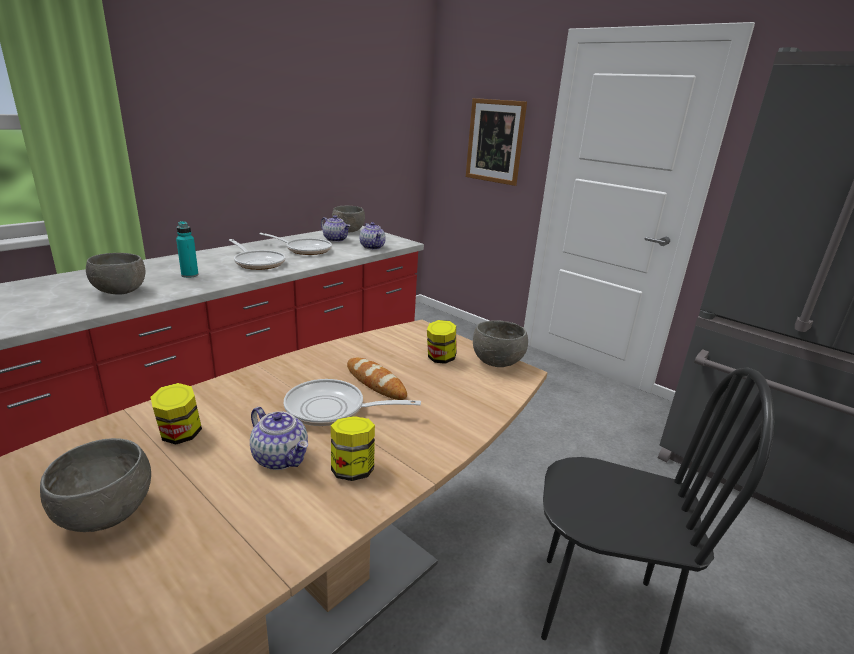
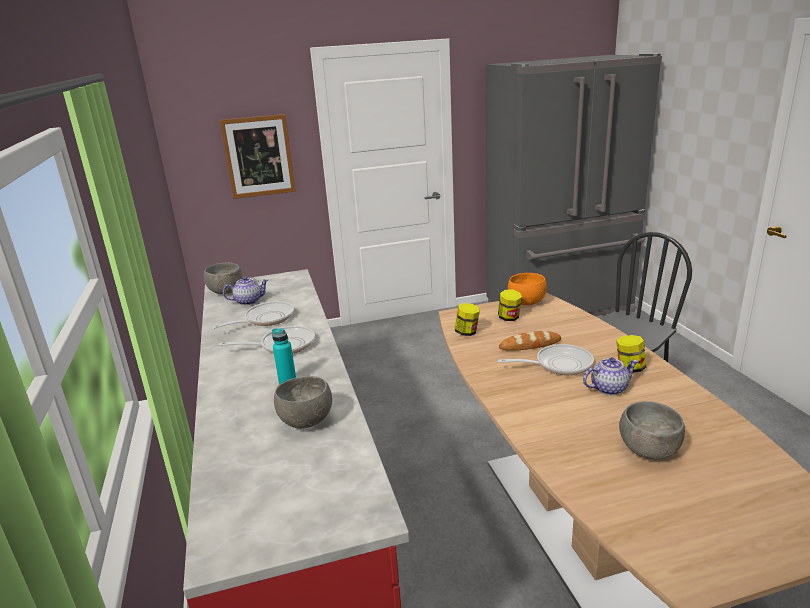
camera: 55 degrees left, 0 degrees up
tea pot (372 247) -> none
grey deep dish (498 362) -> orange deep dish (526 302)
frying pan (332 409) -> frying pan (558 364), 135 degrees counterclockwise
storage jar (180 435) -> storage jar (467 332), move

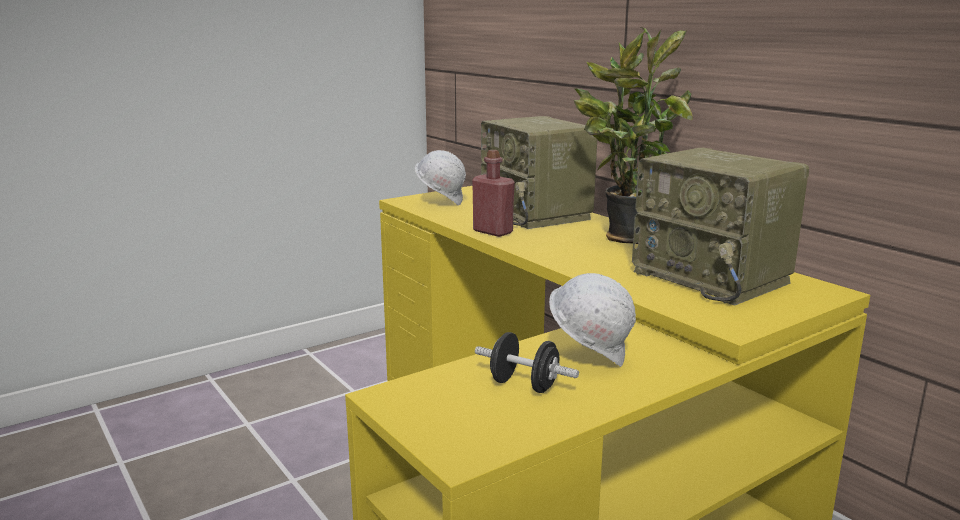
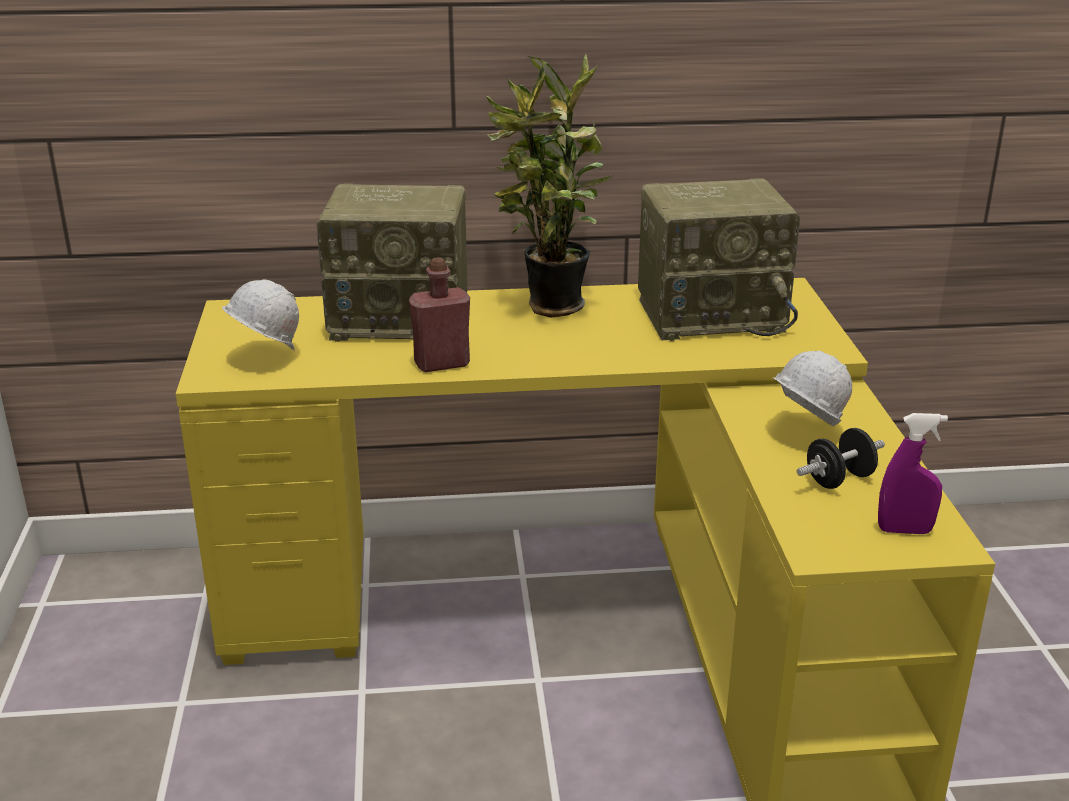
camera: 60 degrees left, 10 degrees up
none -> purplish spray bottle (904 530)

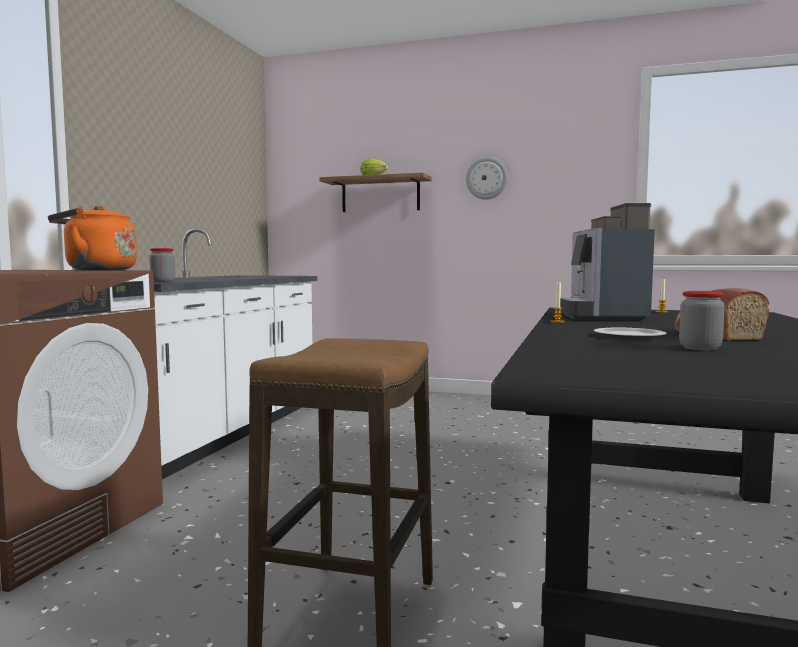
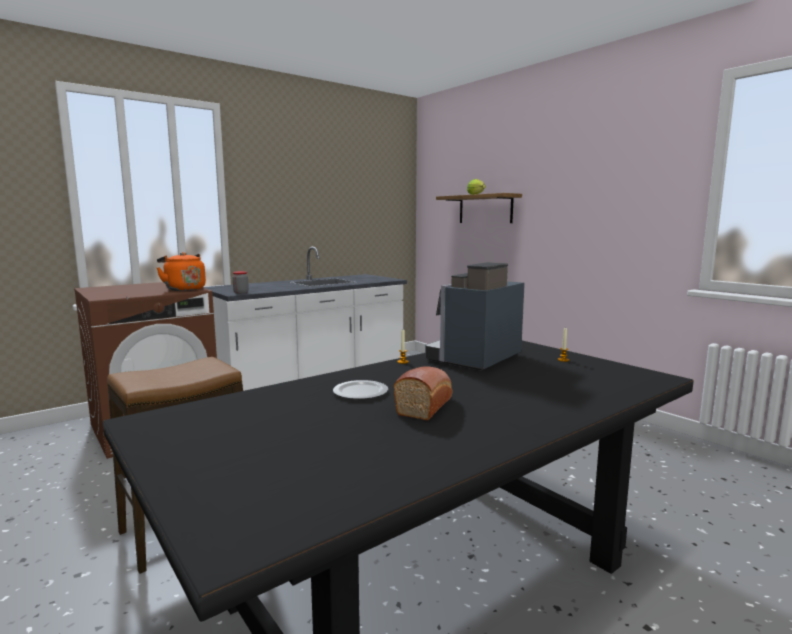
camera: 35 degrees right, 5 degrees up
clock on the wall (486 178) -> none
storage jar (700 348) -> none

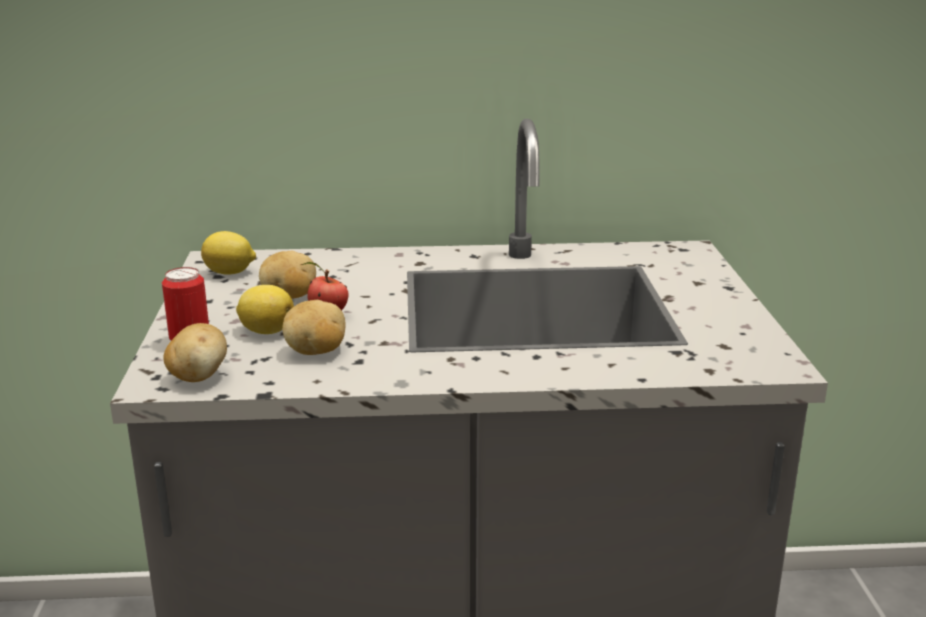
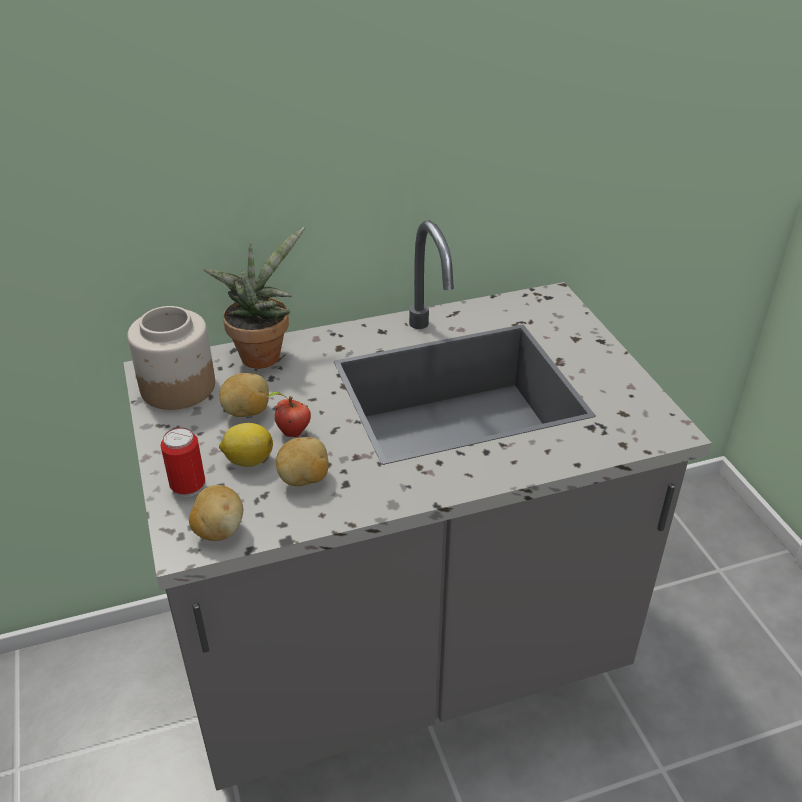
camera: 15 degrees left, 15 degrees up
citrus fruit (230 273) -> storage jar (177 387)
none -> plant in a pot (262 353)

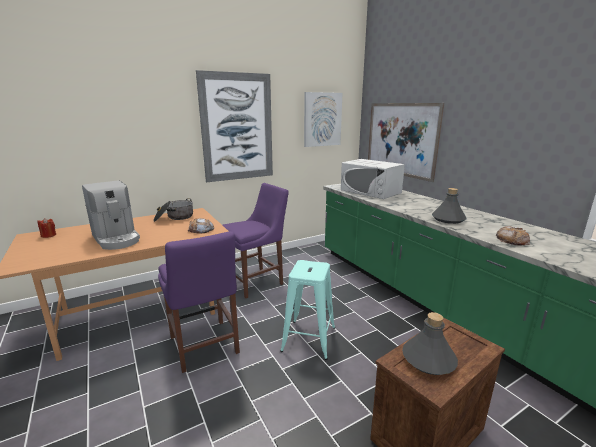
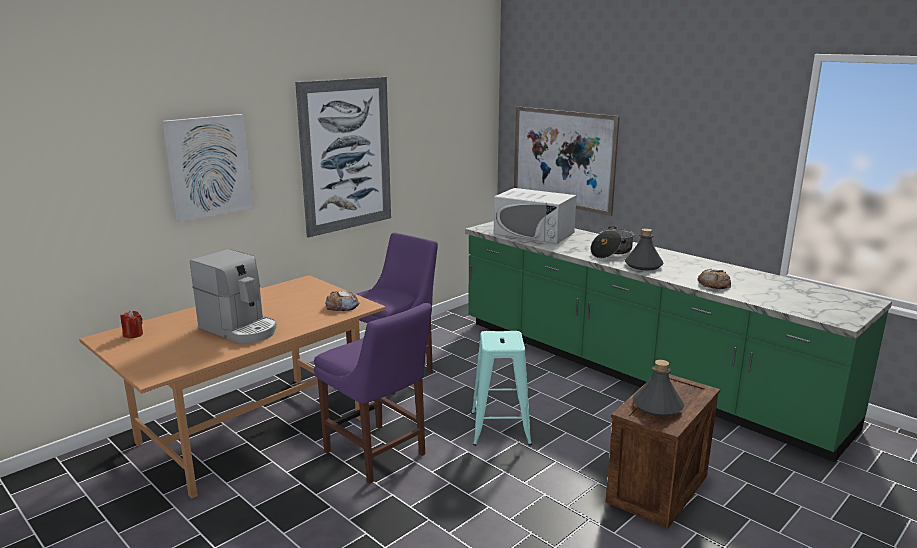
camera: 15 degrees left, 0 degrees up
picture (322 119) -> picture (208 166), move
saucepot (174 217) -> saucepot (611 252), move

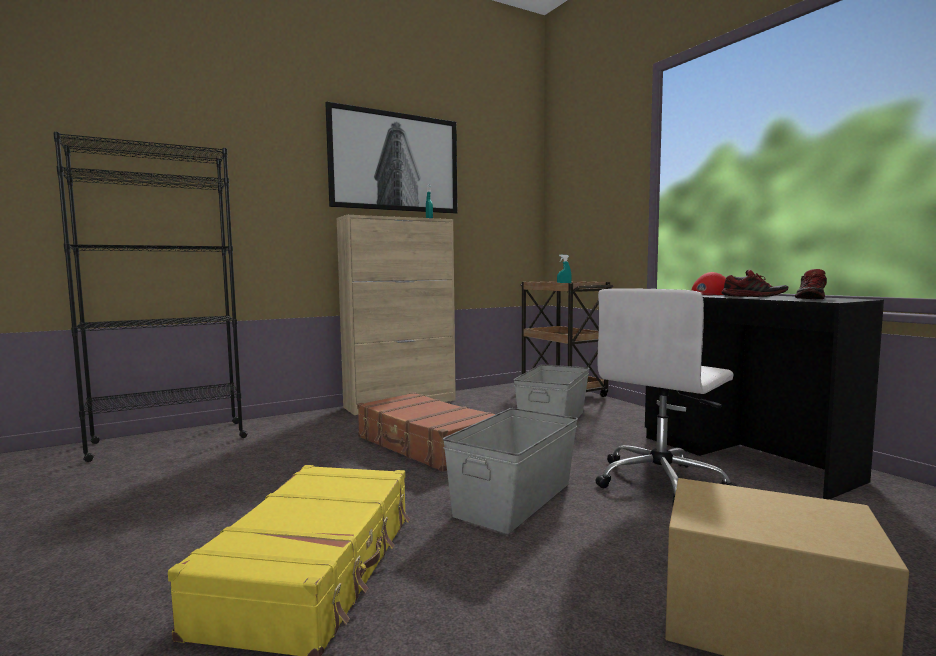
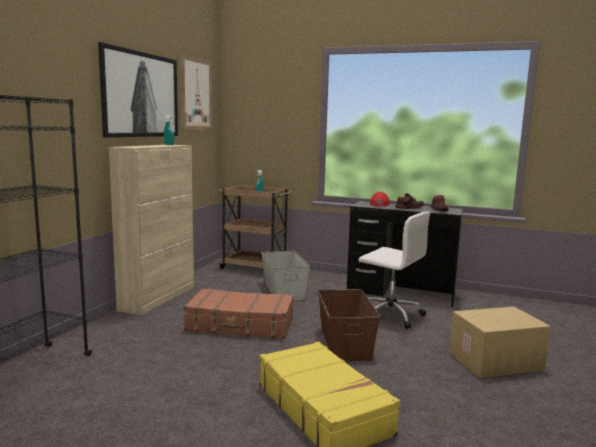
camera: 40 degrees left, 5 degrees up
whitish computer chair (661 482) -> whitish computer chair (389 315), 60 degrees counterclockwise
grey storage box (515 499) -> brownish storage box (345 342)
none -> picture (196 94)

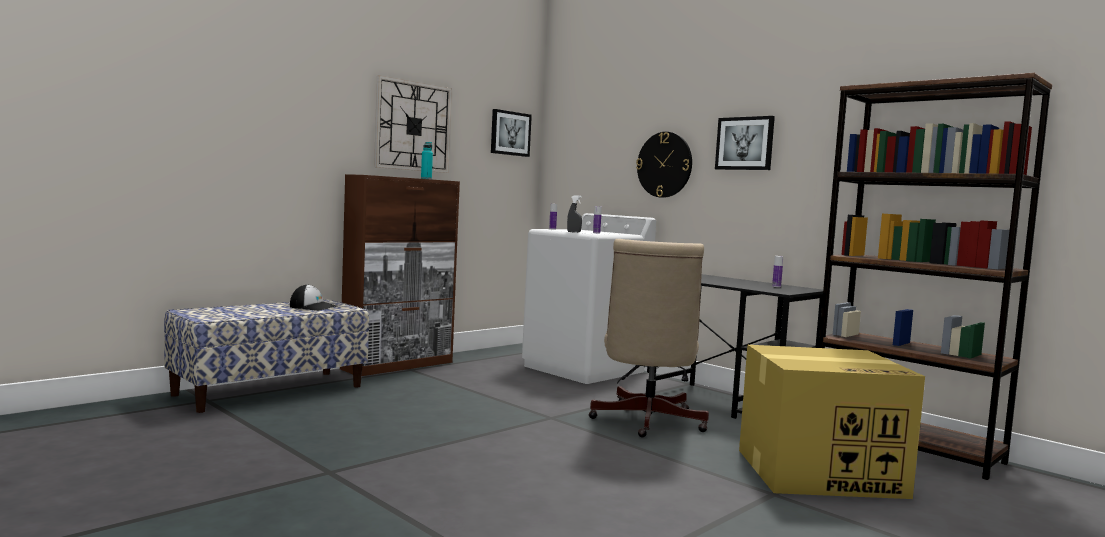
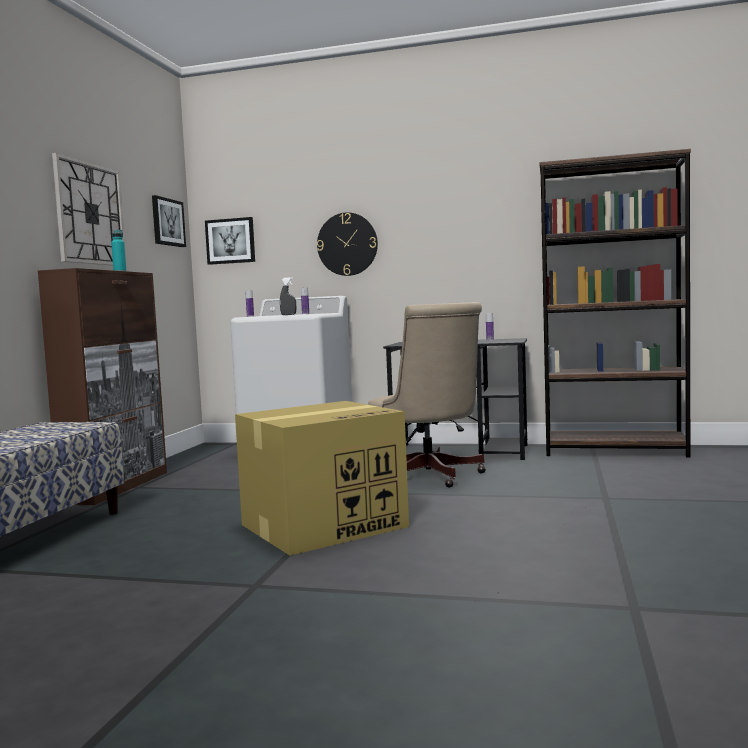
camera: 30 degrees left, 0 degrees up
picture (745 143) -> picture (230 241), move
cap (313 307) -> none
cardboard box (821 472) -> cardboard box (325 525), move

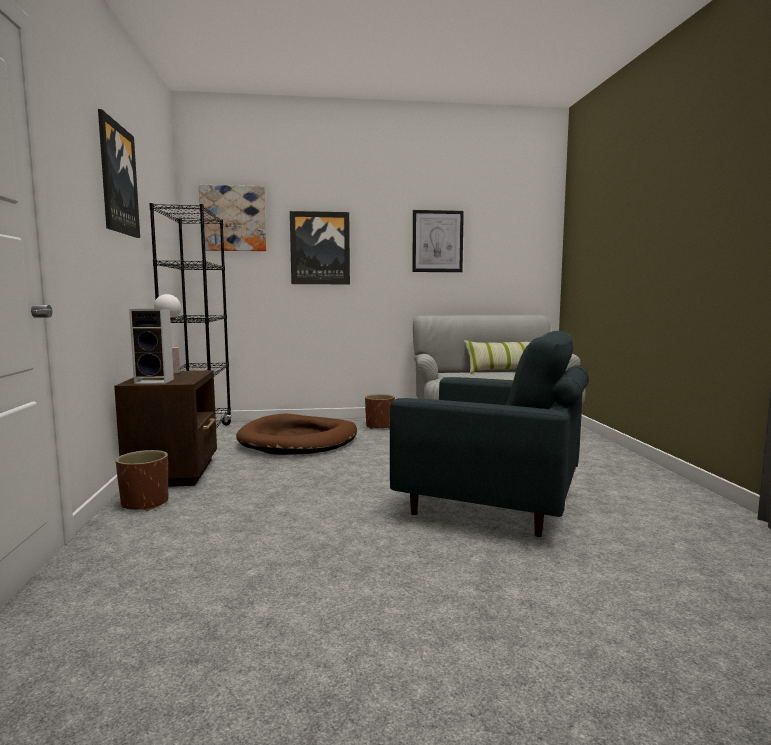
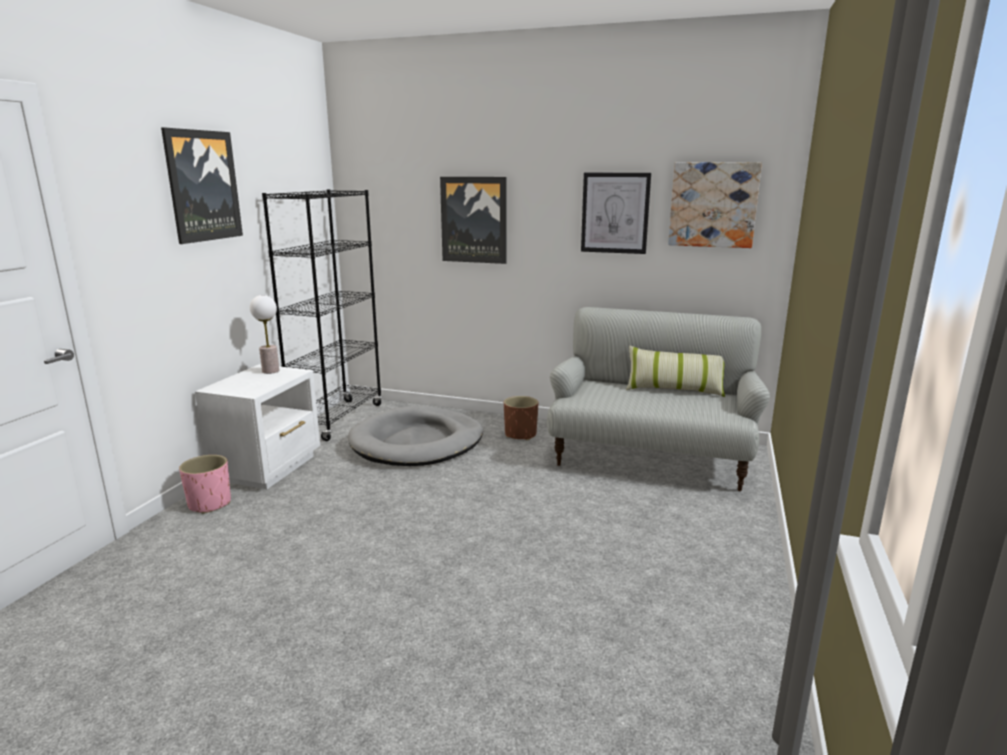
camera: 25 degrees right, 10 degrees up
picture (233 218) -> picture (713 205), move
loudspeaker (156 381) -> none
grey easy chair (491 505) -> none
brownish nightstand (176 472) -> whitish nightstand (270 468)
brownish dog bed (299 440) -> grey dog bed (417 442)
brownish plant pot (145 503) -> pink-coloured plant pot (210 504)

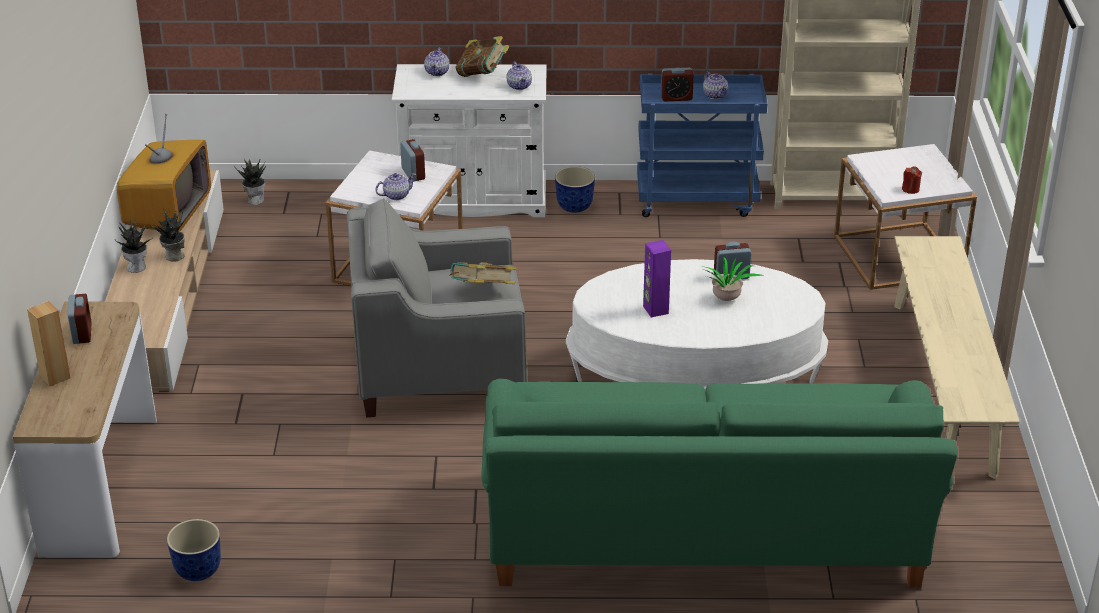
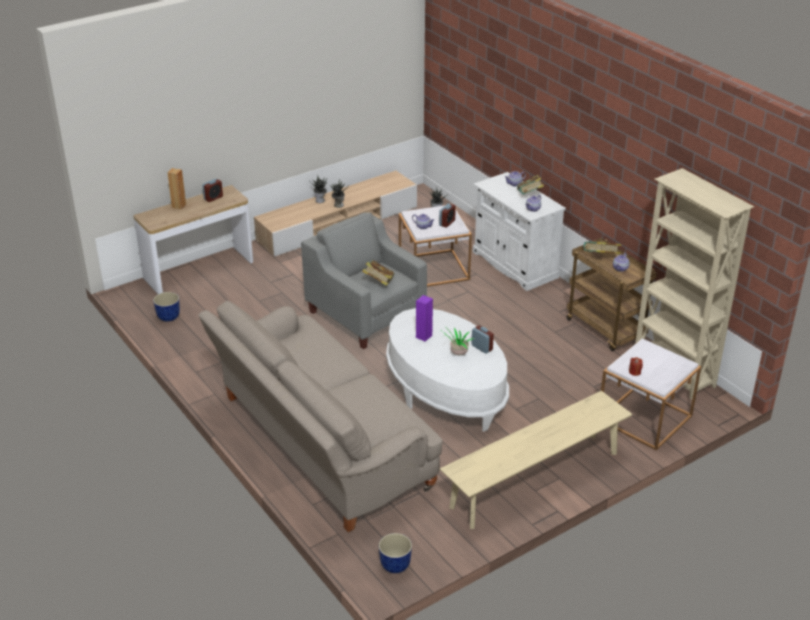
camera: 55 degrees right, 0 degrees up
bedside clock (676 98) -> bound book (600 258)
blue cart (697 200) -> brownish cart (606 329)
television (168 212) -> none
plant pot (574 207) -> plant pot (395 566), move
green-coloured settee (704 537) -> sand-coloured settee (320 444)

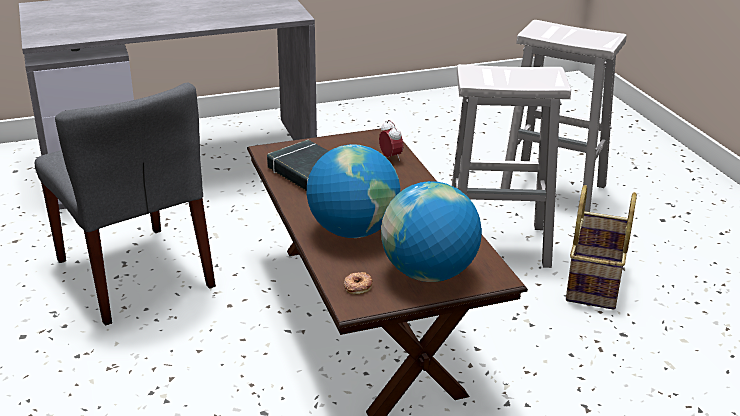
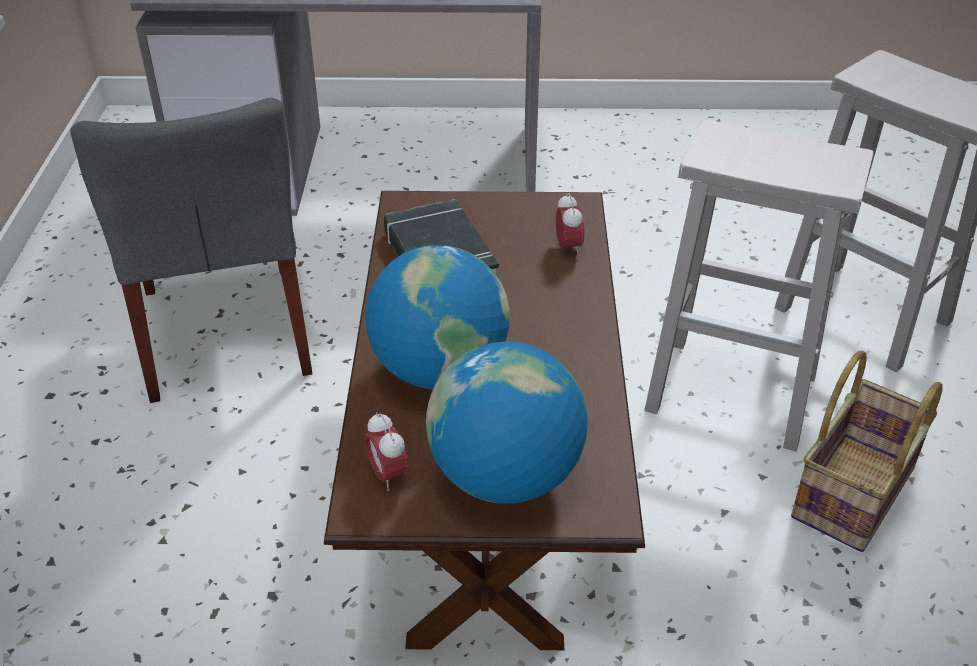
camera: 20 degrees right, 10 degrees up
doughnut (357 286) -> bedside clock (388 475)

